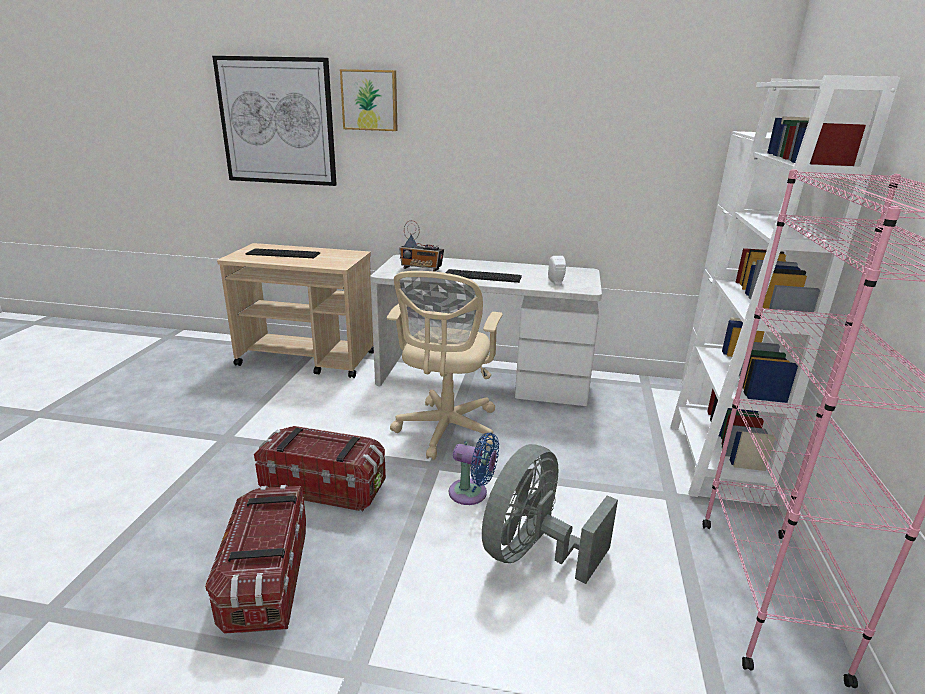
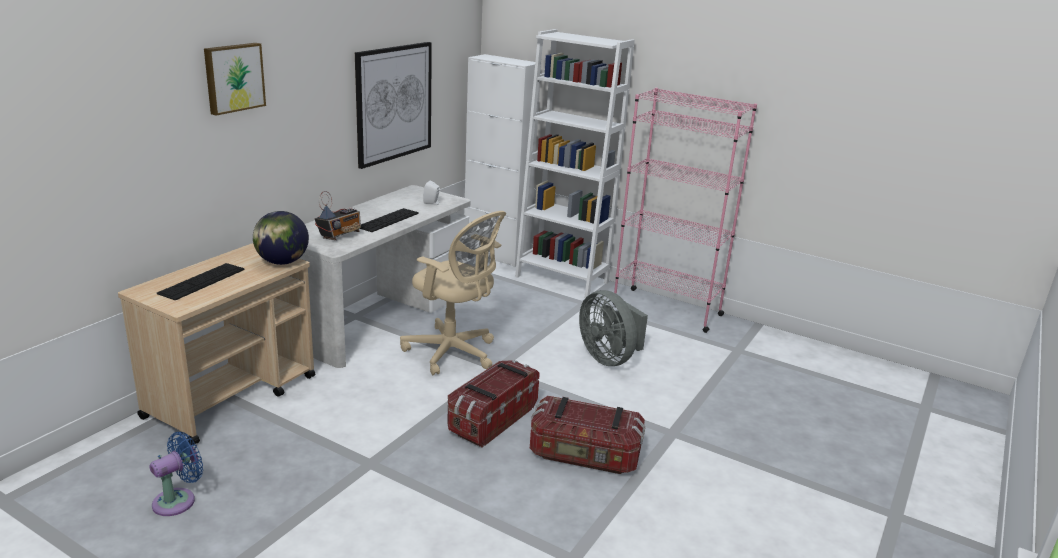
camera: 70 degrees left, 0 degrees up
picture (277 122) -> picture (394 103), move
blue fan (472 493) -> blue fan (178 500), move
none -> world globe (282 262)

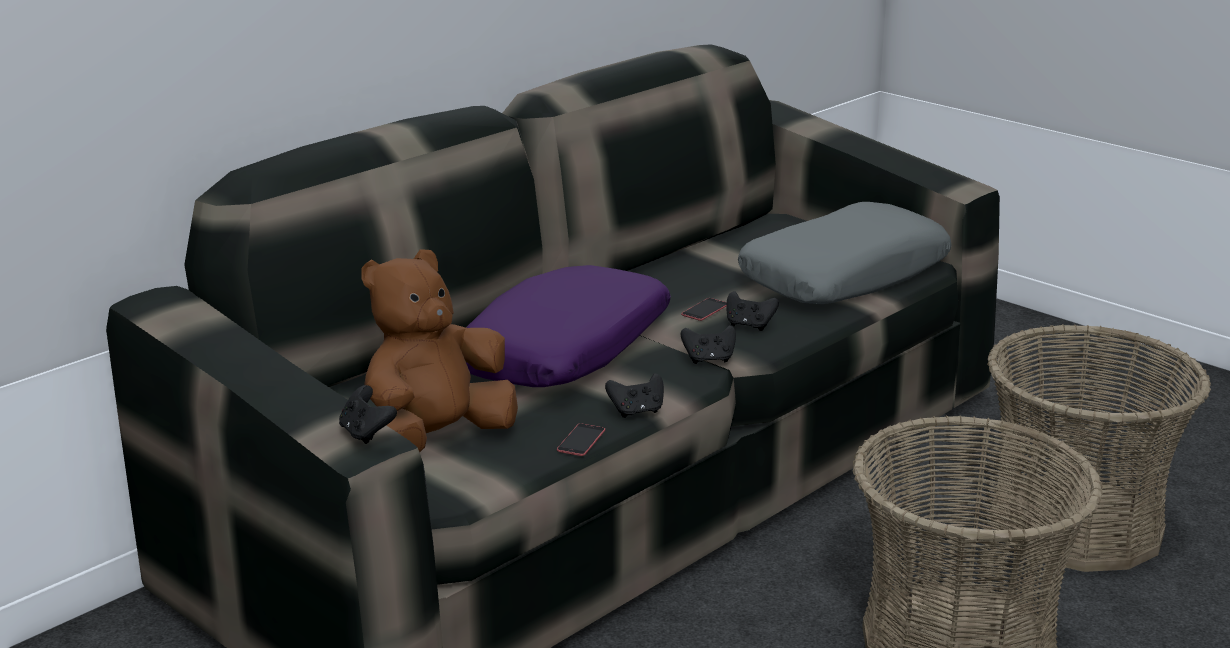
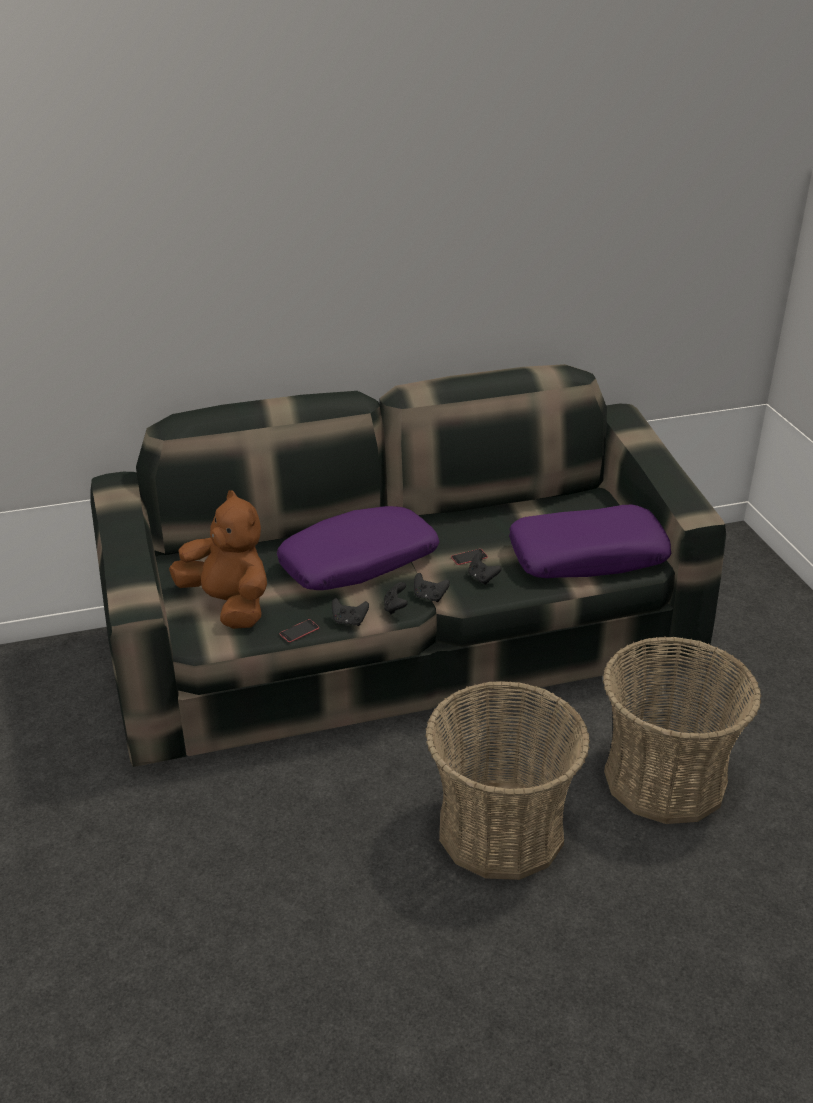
camera: 30 degrees right, 10 degrees up
grey pillow (844 275) -> purplish pillow (587 556)
brownish plush toy (435 442) -> brownish plush toy (229 605), 60 degrees clockwise
black gamepad (366 433) -> black gamepad (395 607), move

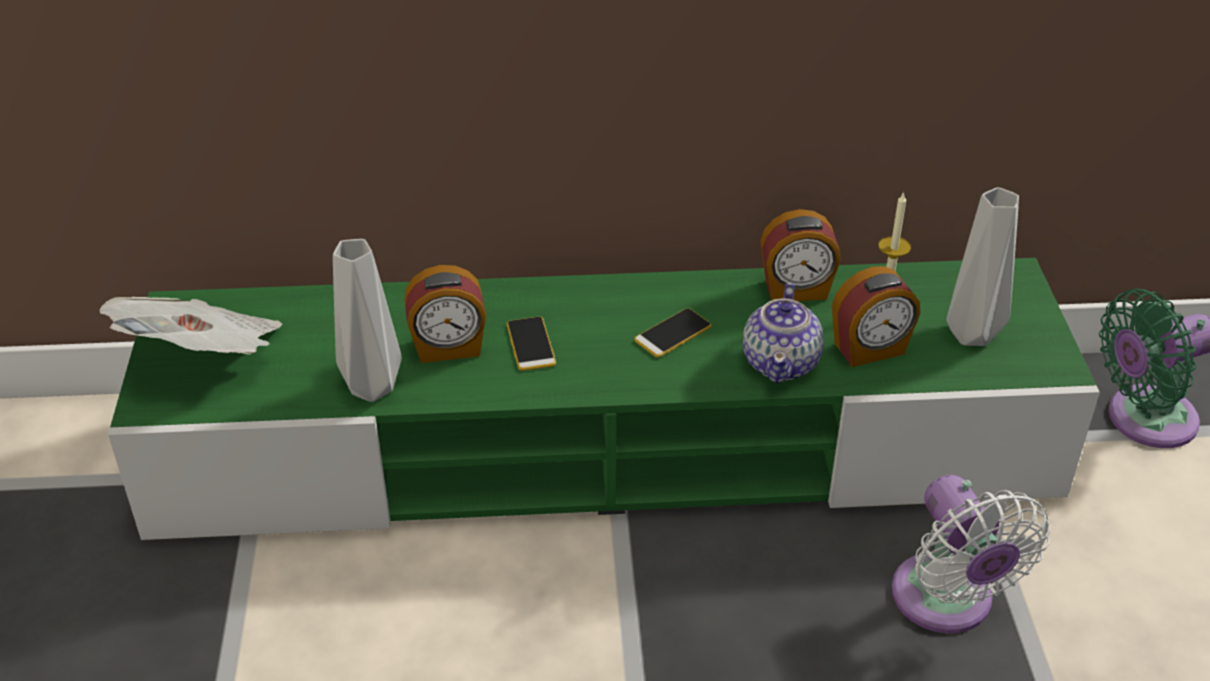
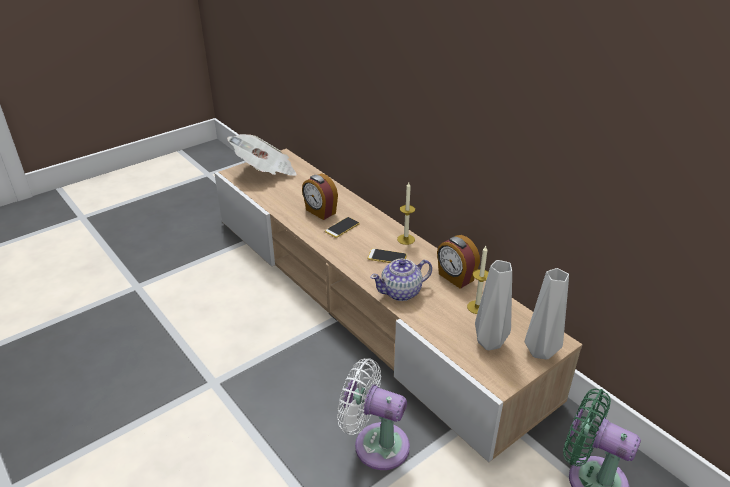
camera: 55 degrees right, 5 degrees down
grey decorative vase (372 386) -> grey decorative vase (541 350), move
green-coloured tv stand (607 450) -> sand-coloured tv stand (365 300)
bedside clock (870 350) -> none
whitish fan (946 603) -> whitish fan (376 444), 75 degrees clockwise
none -> wax candle (406 239)

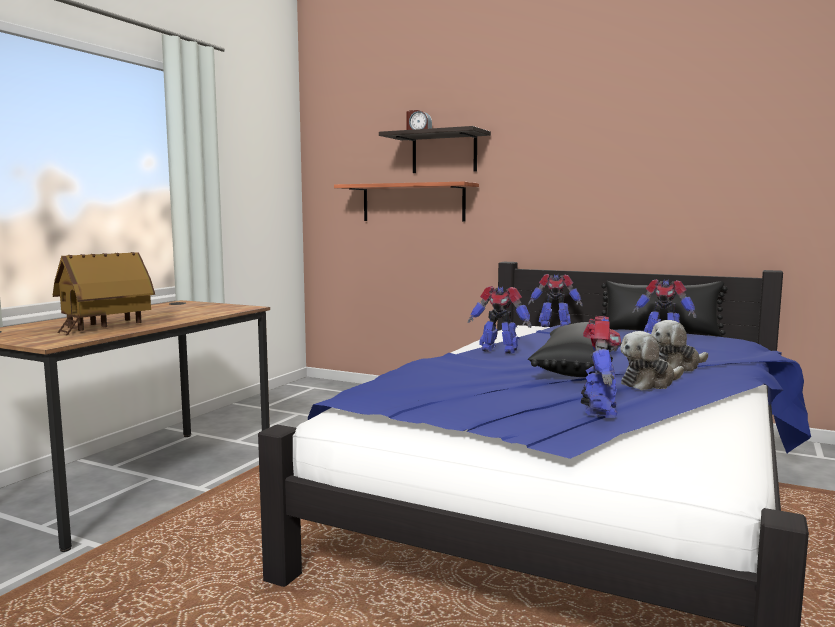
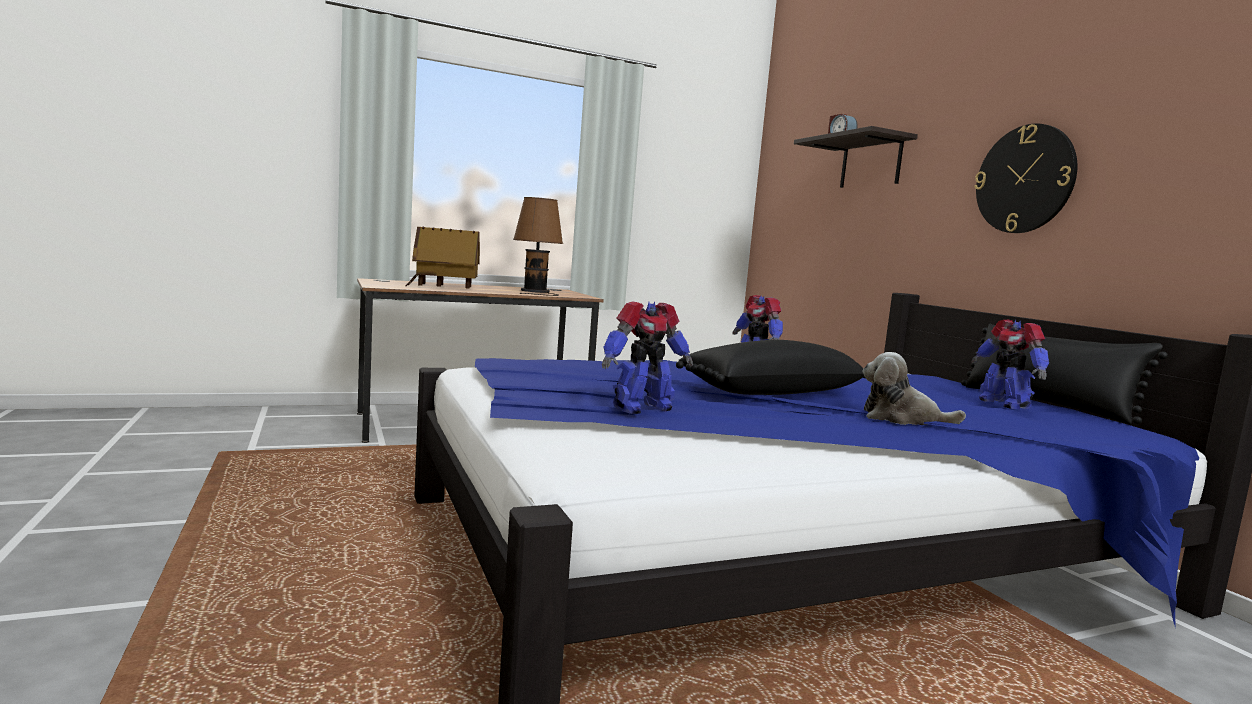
camera: 40 degrees right, 0 degrees up
wall shelf (413 202) -> none
toy robot (554 326) -> none
plush toy (649 383) -> none
none -> clock on the wall (1025 179)
none -> brownish lamp for a table (536 291)

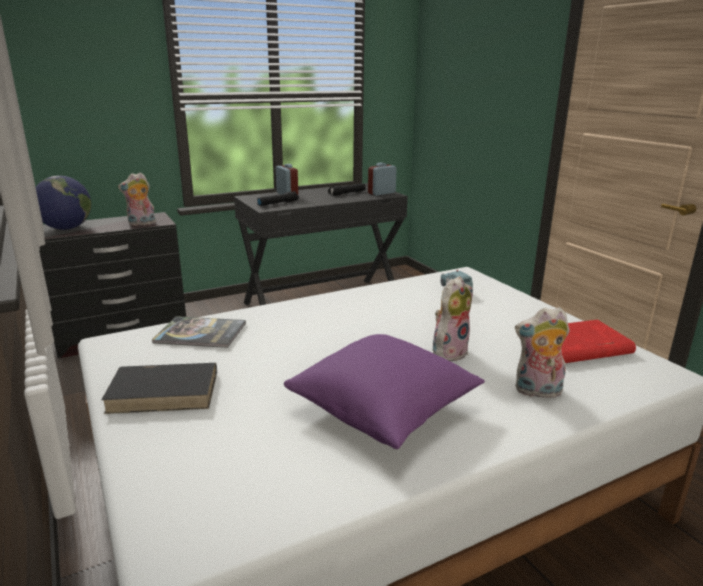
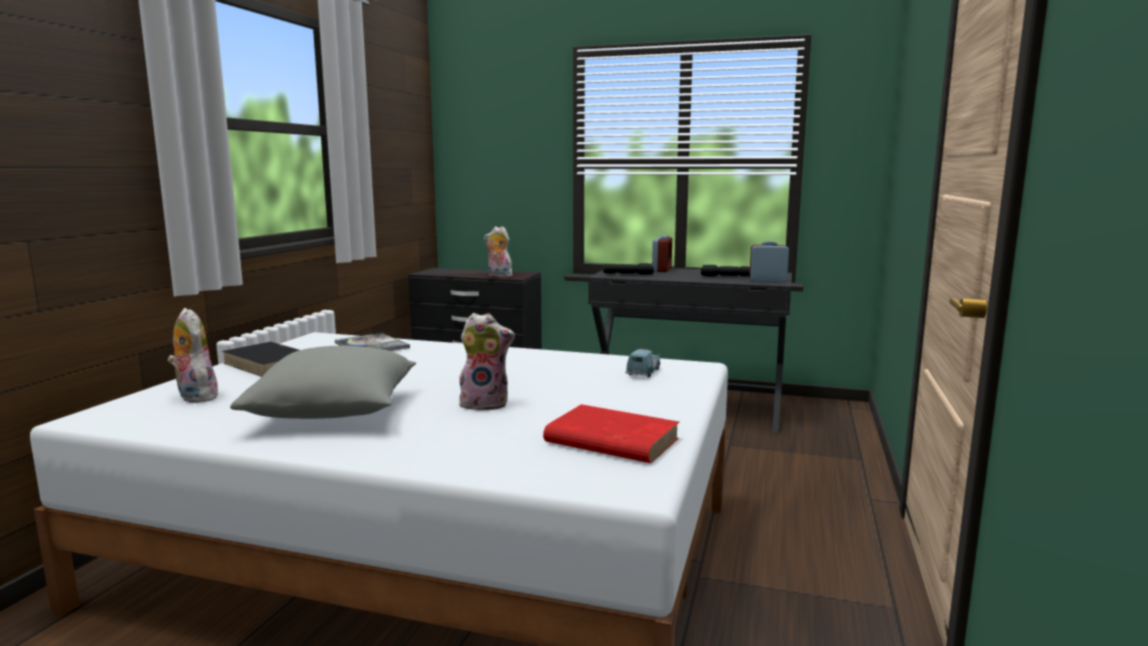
camera: 45 degrees right, 10 degrees down
world globe (66 228) -> none
plush toy (537 392) -> plush toy (194 397), move
purplish pillow (384 410) -> grey pillow (336 413)

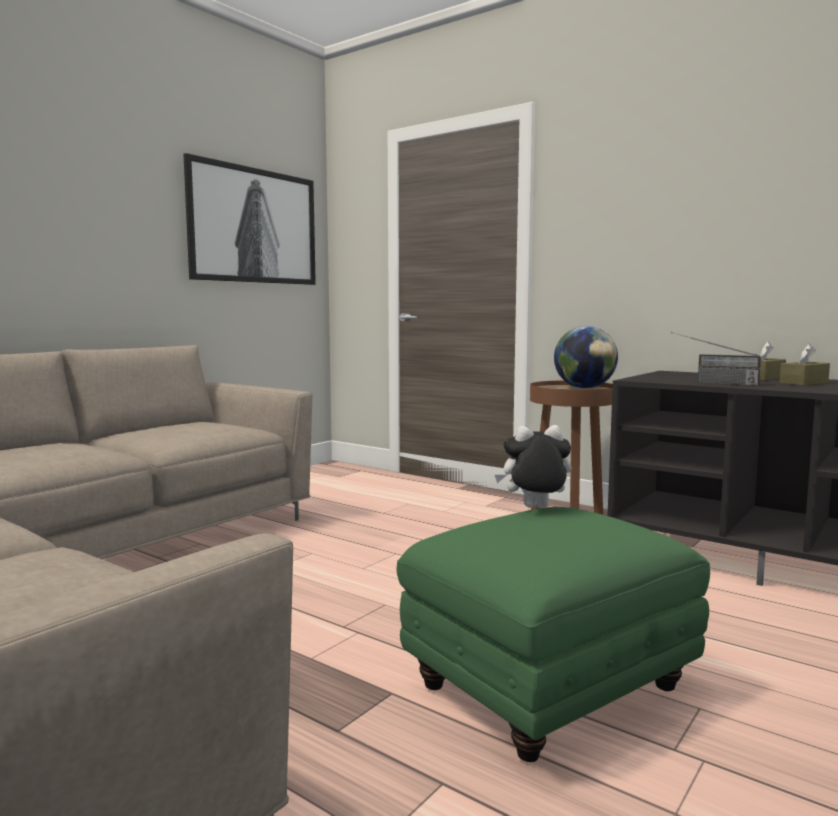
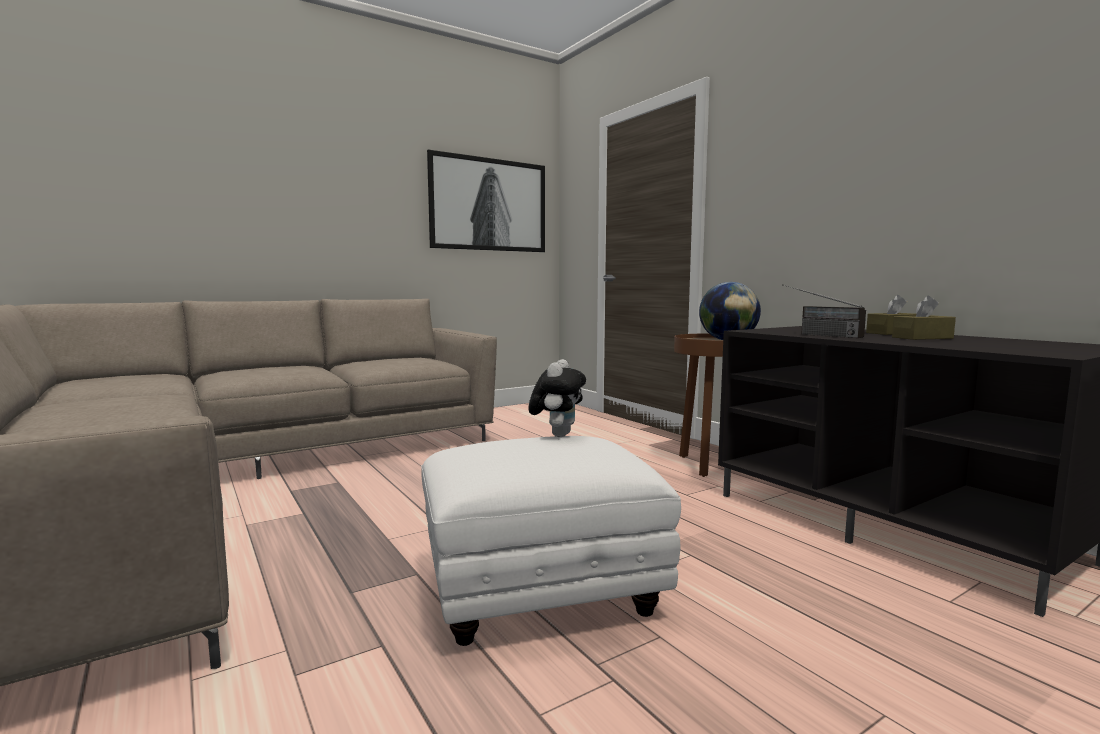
camera: 20 degrees right, 0 degrees up
plush toy (534 508) -> plush toy (557 435), 90 degrees clockwise
green-coloured footrest (547 690) -> whitish footrest (539 595)

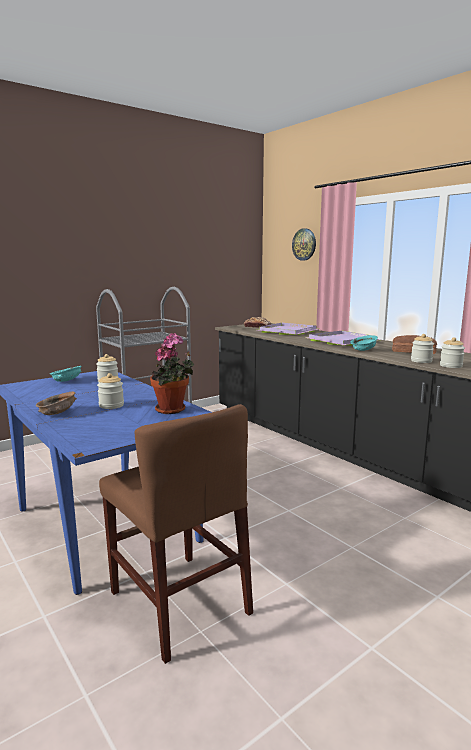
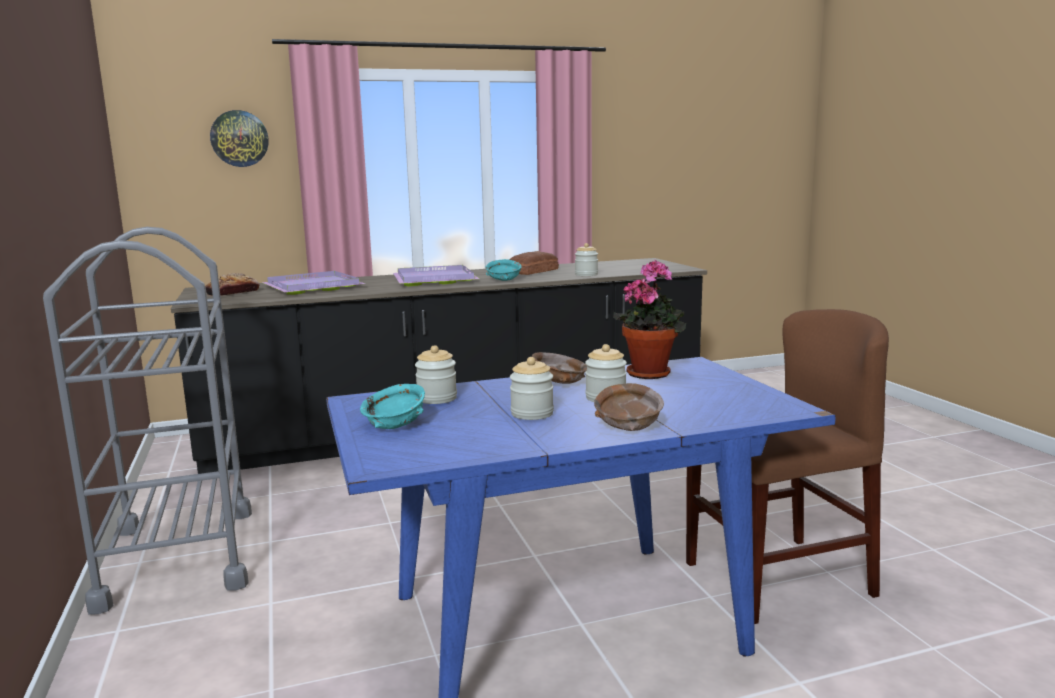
camera: 70 degrees left, 0 degrees up
storage jar (451 366) -> storage jar (532 413), move
none -> brownish deep dish (559 383)

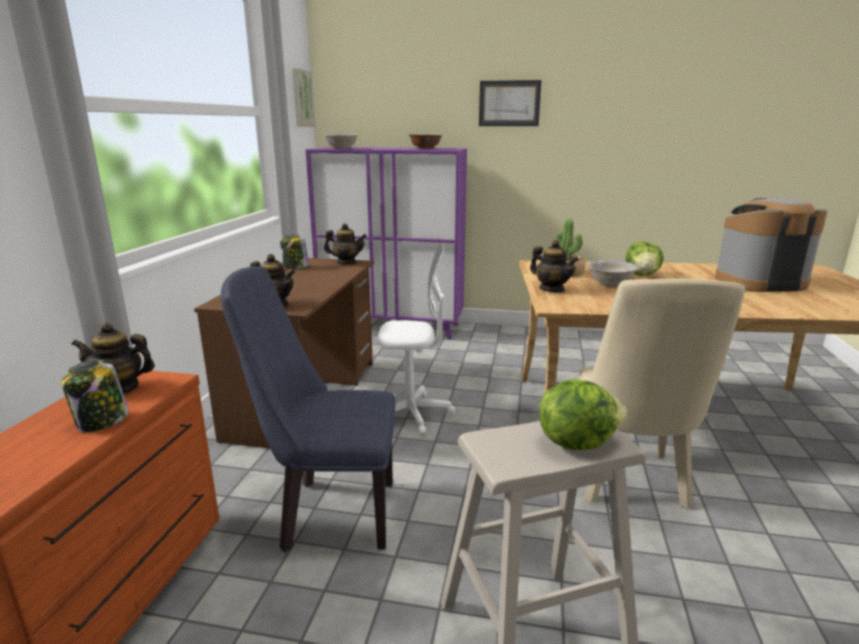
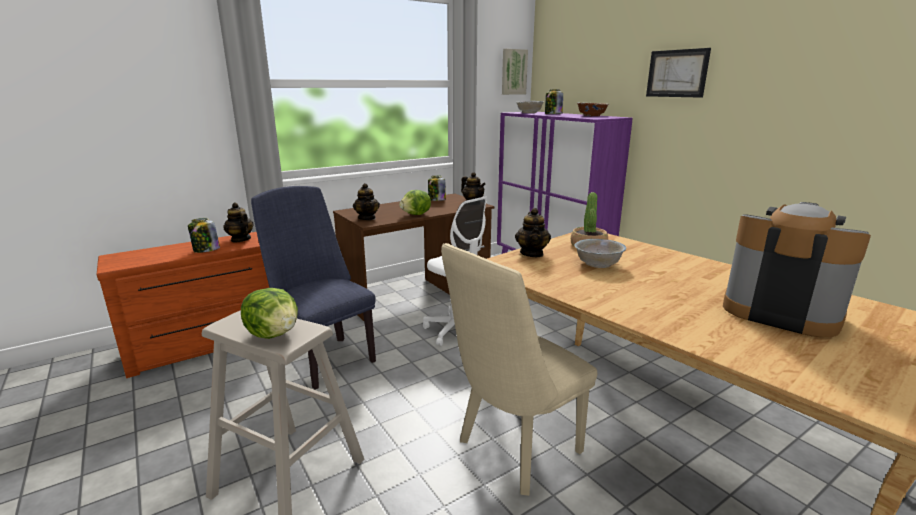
camera: 45 degrees right, 0 degrees up
lettuce (642 275) -> lettuce (416 215), move
none -> storage jar (553 114)

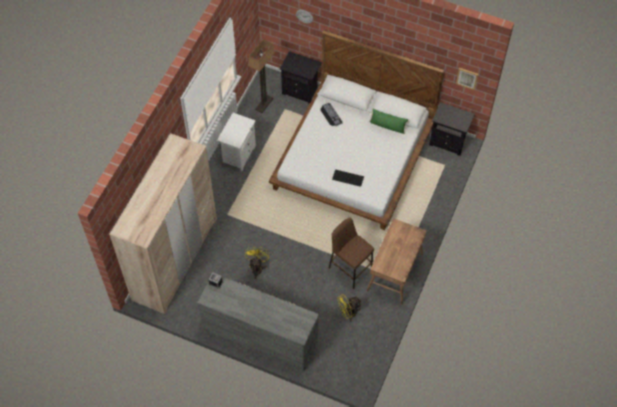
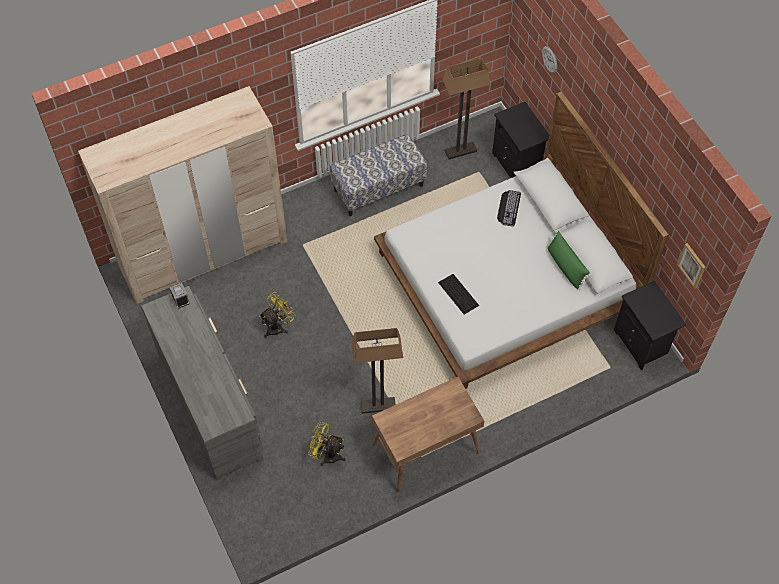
camera: 40 degrees right, 0 degrees up
whitish nightstand (238 154) -> indoor bench (378 187)
brownish sitting stool (350 269) -> standard lamp (378 405)

